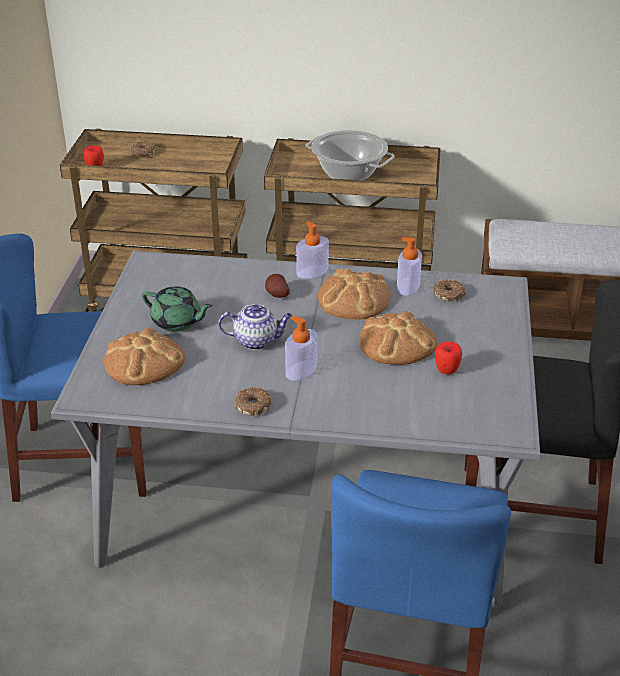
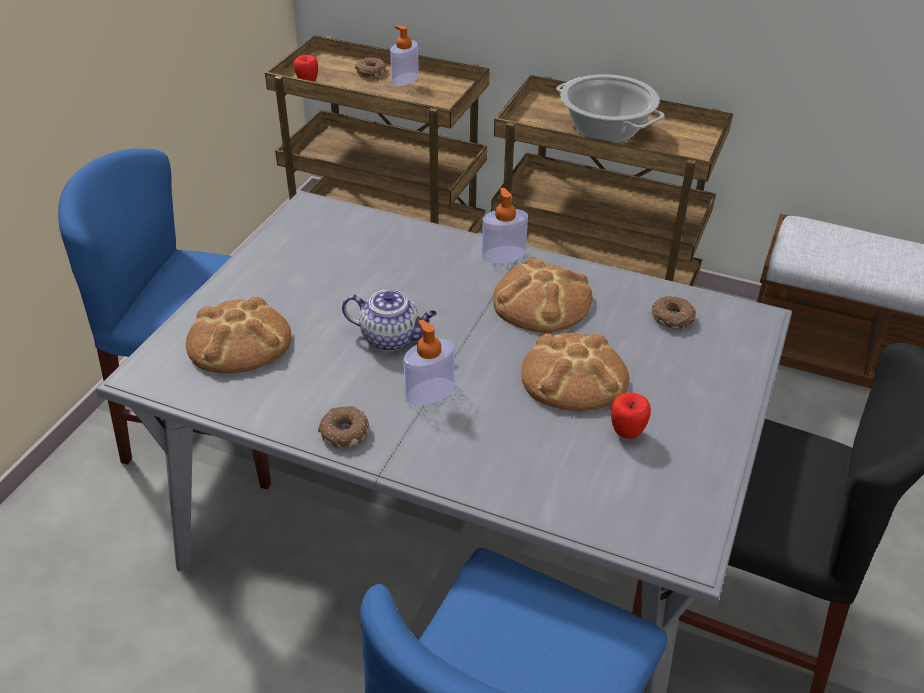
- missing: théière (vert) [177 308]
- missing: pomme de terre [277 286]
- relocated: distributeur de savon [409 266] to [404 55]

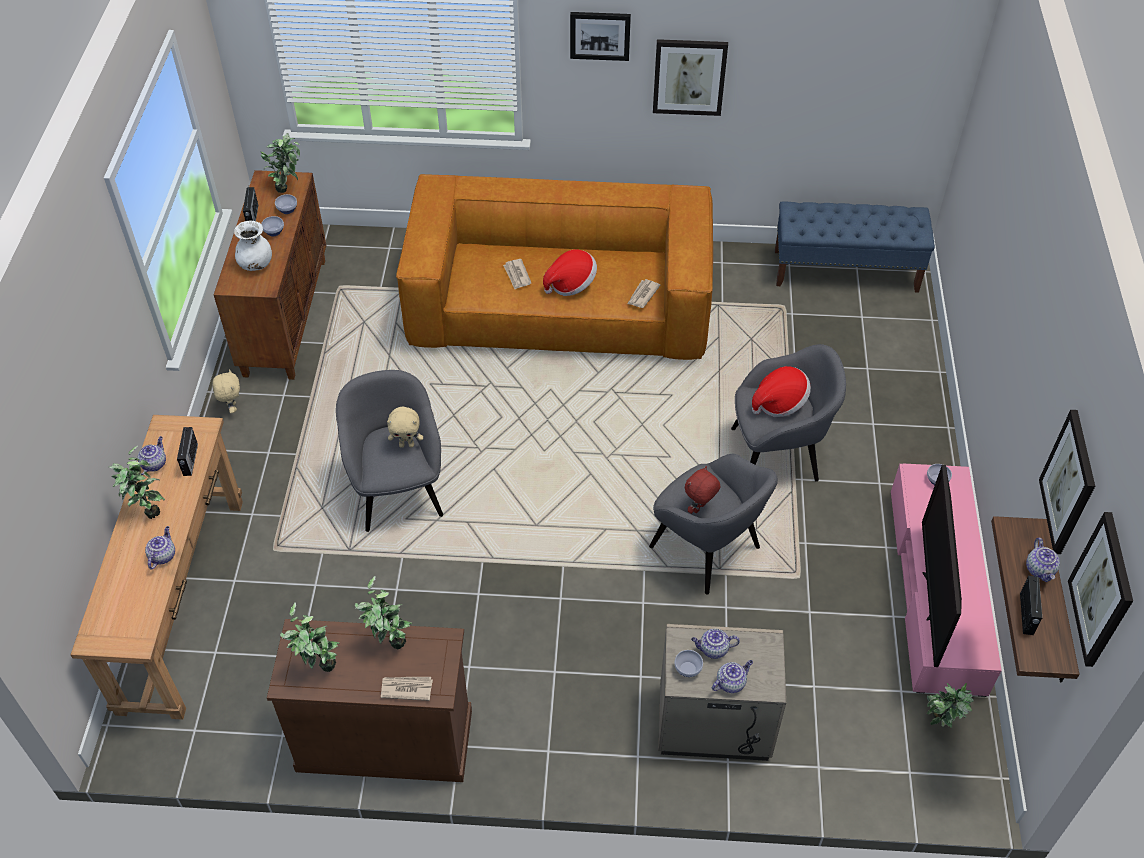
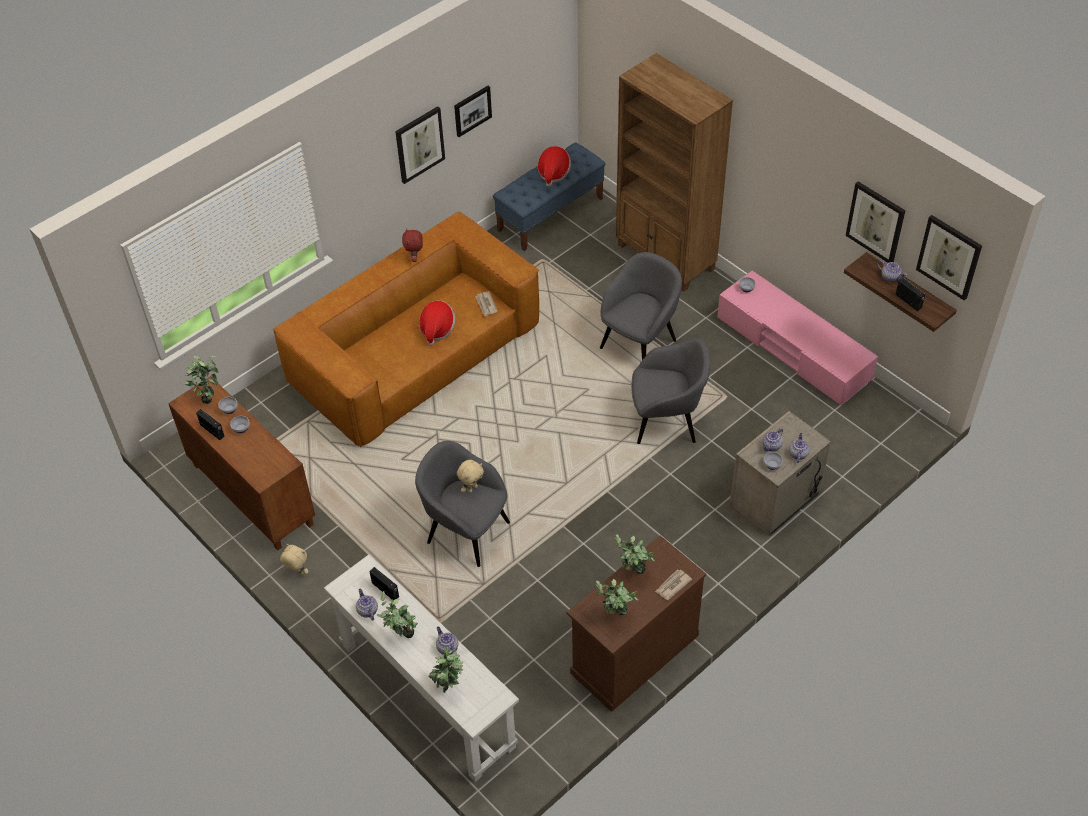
- missing: vase (blanc) [253 246]
- missing: journal [517 274]
- missing: téléviseur [942 566]
- appeared: bibliothèque (marron) [674 172]
- relocated: tableau [600 36] to [473 111]
- relocated: peluche (rouge) [702 490] to [412 245]
- relocated: chapeau [781 391] to [554 166]
- relocated: plante en pot [950 705] to [446 670]
- colour: table console (marron) [156 567] to table console (blanc) [421 668]

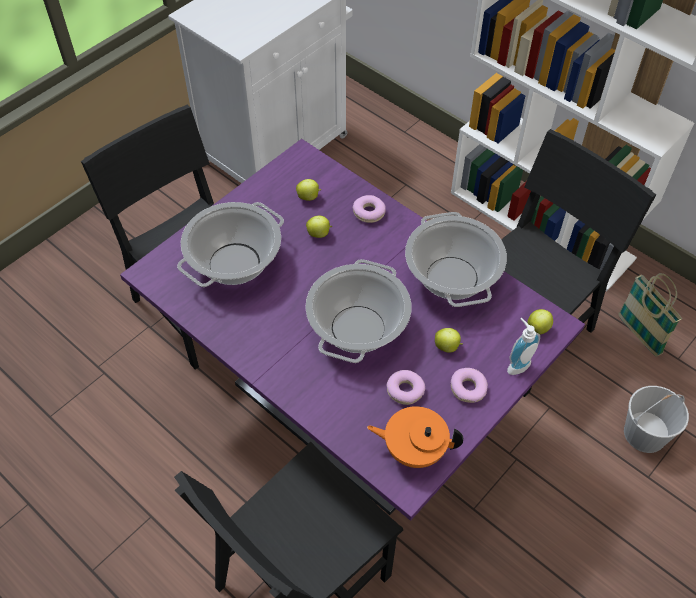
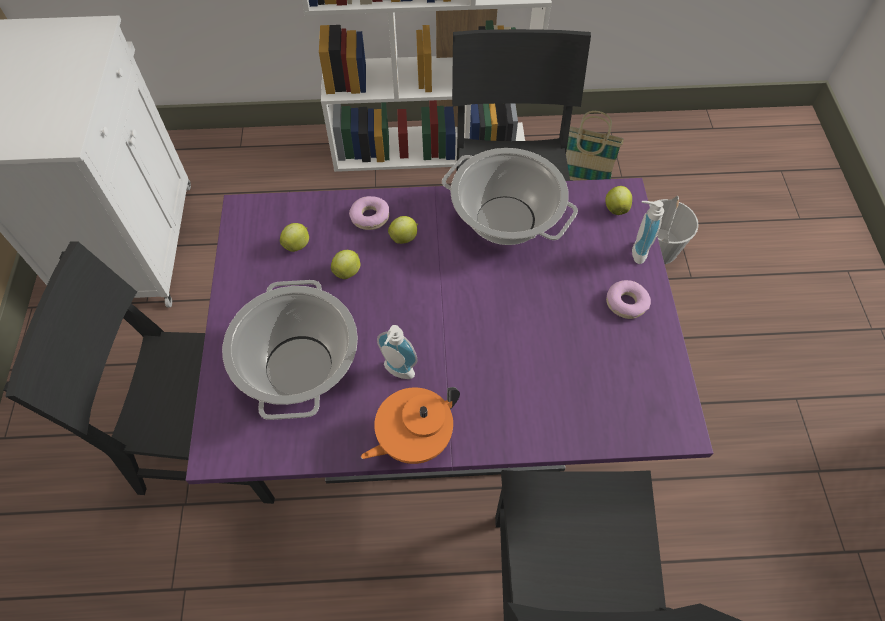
- missing: marmite [358 311]
- missing: beignet [406 387]
- appeared: distributeur de savon [397 352]
- relocated: théière (orange) [415 437] to [410 425]
- relocated: pomme [449 340] to [403 230]

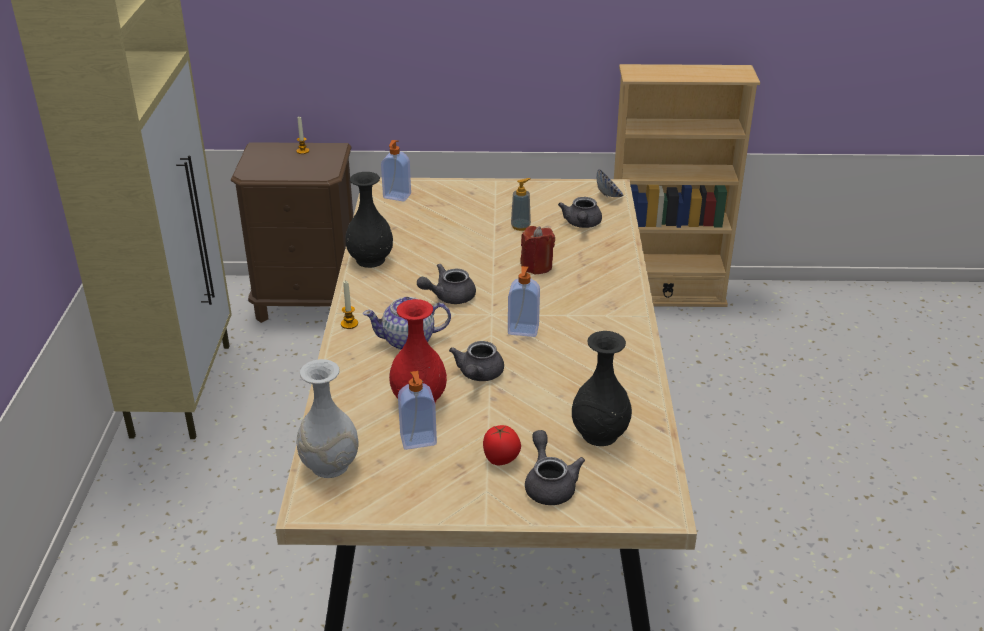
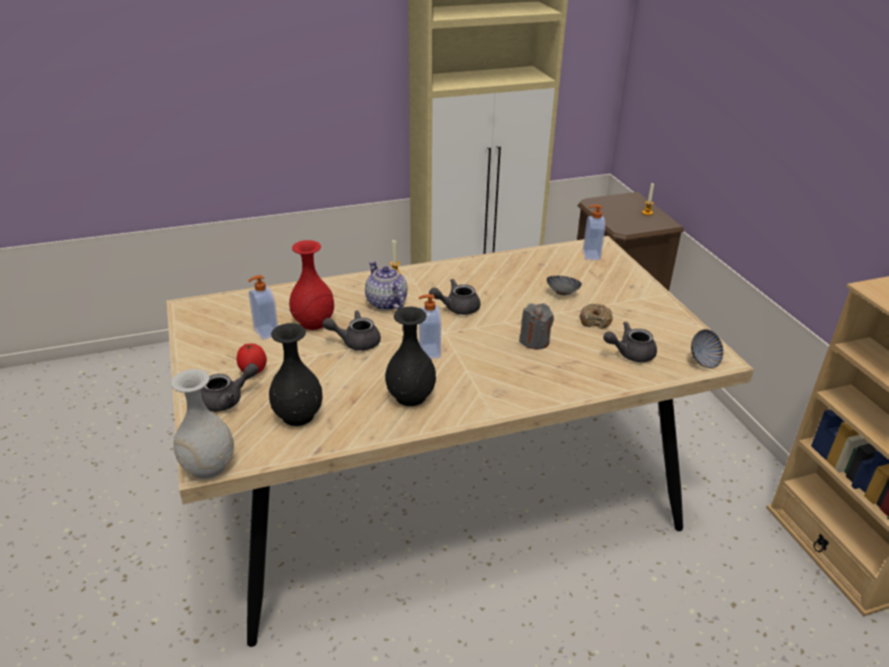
- appeared: bol [564 285]
- relocated: vase (blanc) [328 418] to [202 424]
- relocated: vase (noir) [369 220] to [410 356]
- exchanged: distributeur de savon [521 204] to beignet [596 316]
- colour: bougie (rouge) [537 250] to bougie (gris) [536 326]
- spun: théière (gris) [446 284] = [455 297] 60 degrees counterclockwise

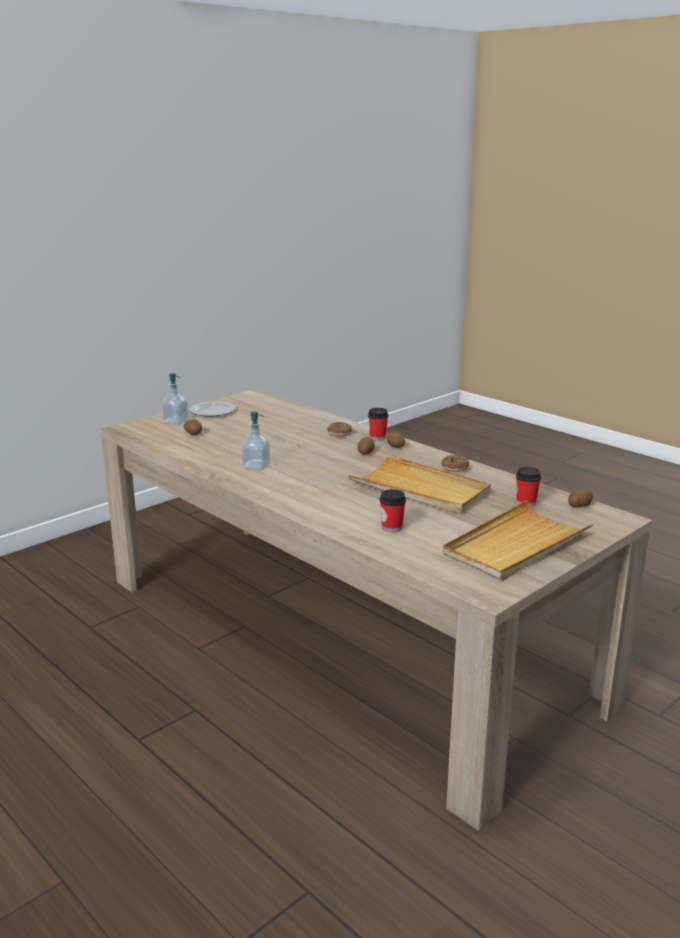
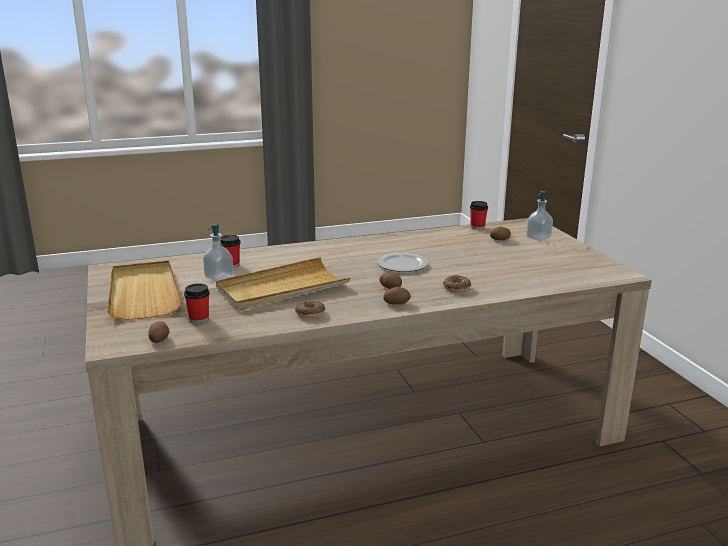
- relocated: assiette [212 409] to [403 262]
- relocated: distributeur de savon [256 441] to [218 252]
- relocated: tasse [378 424] to [479 215]

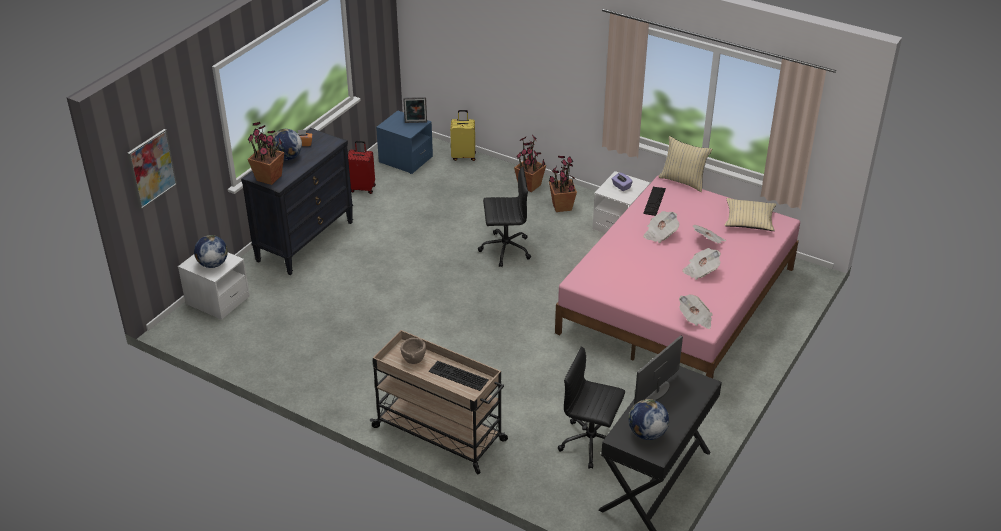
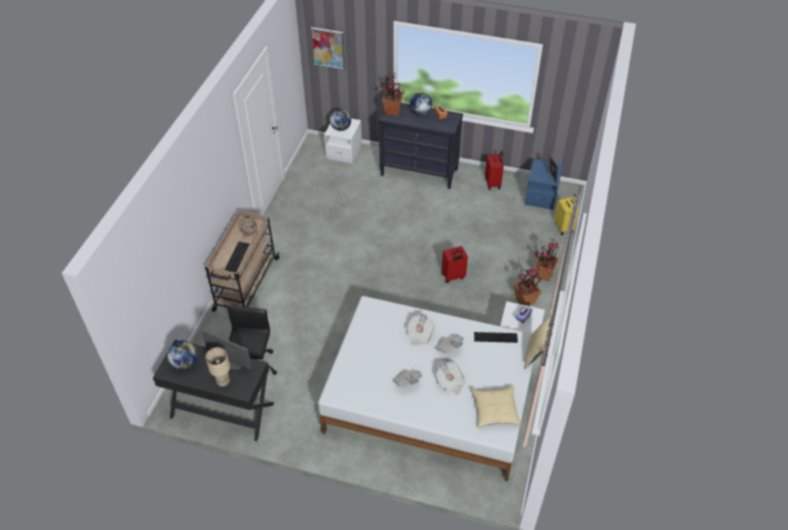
- appeared: lampe de table (beige) [217 367]
- relocated: journal [696 311] to [421 329]
- exchanged: chaise de bureau (noir) [504 217] to valise (rouge) [454 264]
- colour: lit (rose) [677 276] to lit (blanc) [426 388]

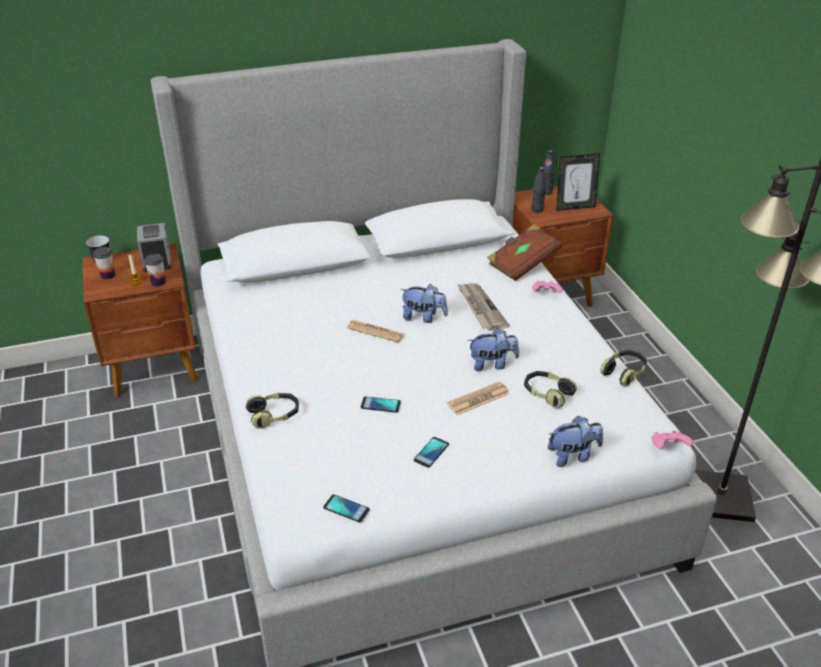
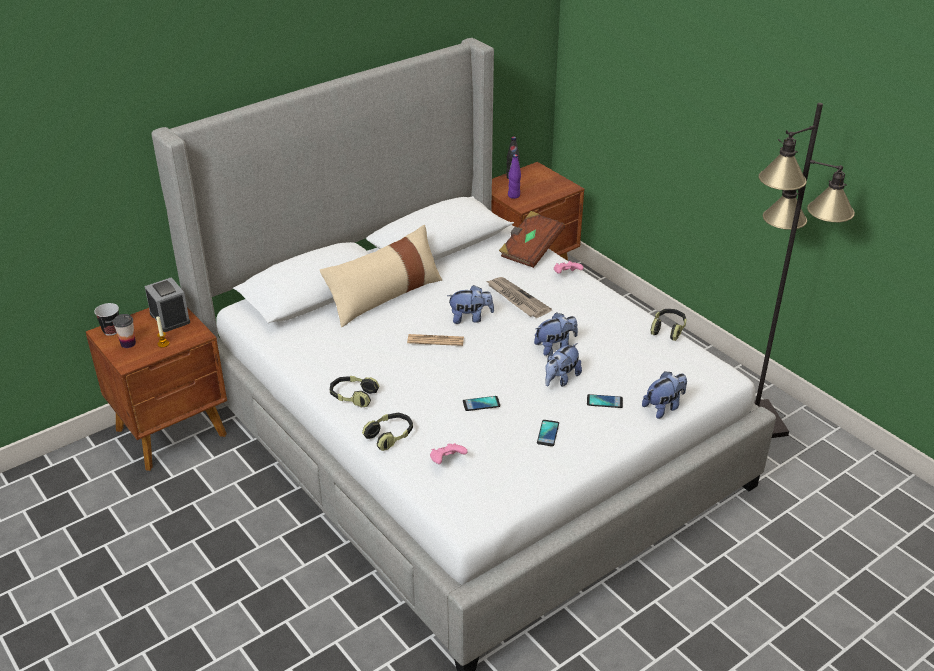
- missing: tasse [154 270]
- missing: cadre photo [578 182]
- appeared: coussin (beige) [381 276]
- relocated: téléphone [346 508] to [605 401]
- relocated: casque audio [550 389] to [354 391]
- relocated: manette (rose) [672 440] to [449 453]
- exchanged: journal [478 398] to peluche [563 365]
- colour: bouteille (noir) [538 189] to bouteille (violet) [514 176]

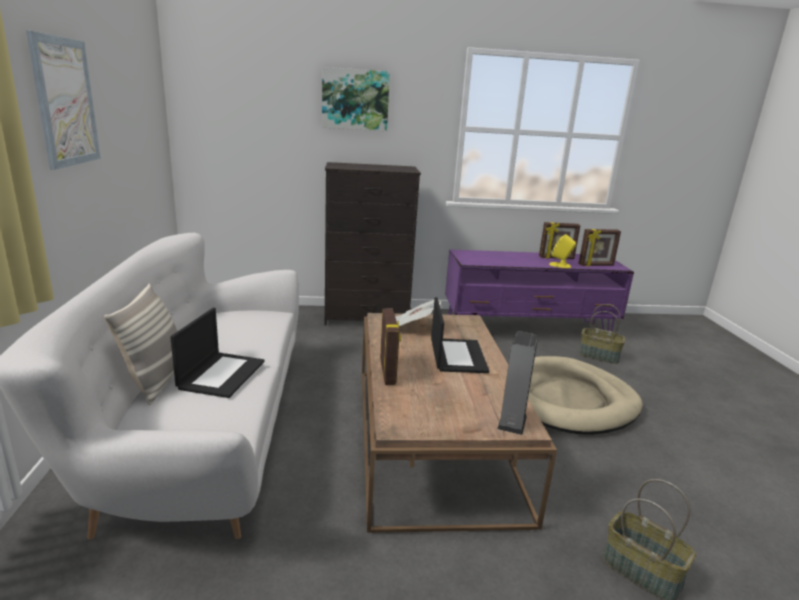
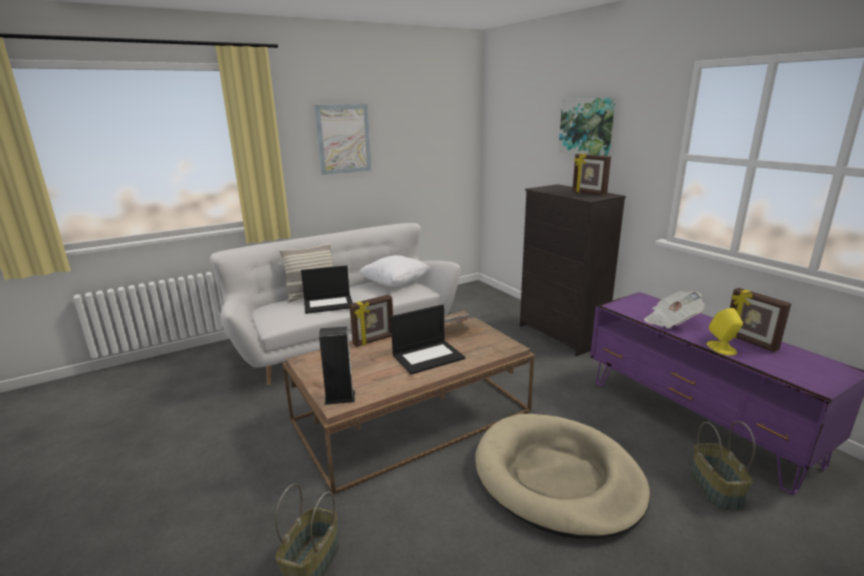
- appeared: coussin (blanc) [395 271]
- appeared: journal [674 309]
- relocated: cadre photo [599 247] to [591 174]

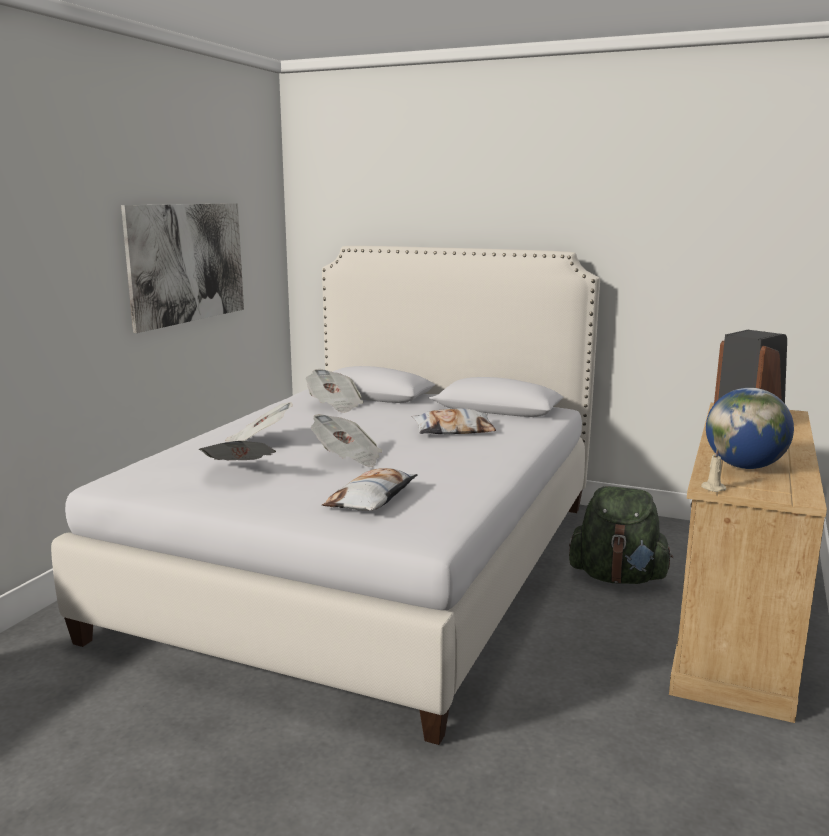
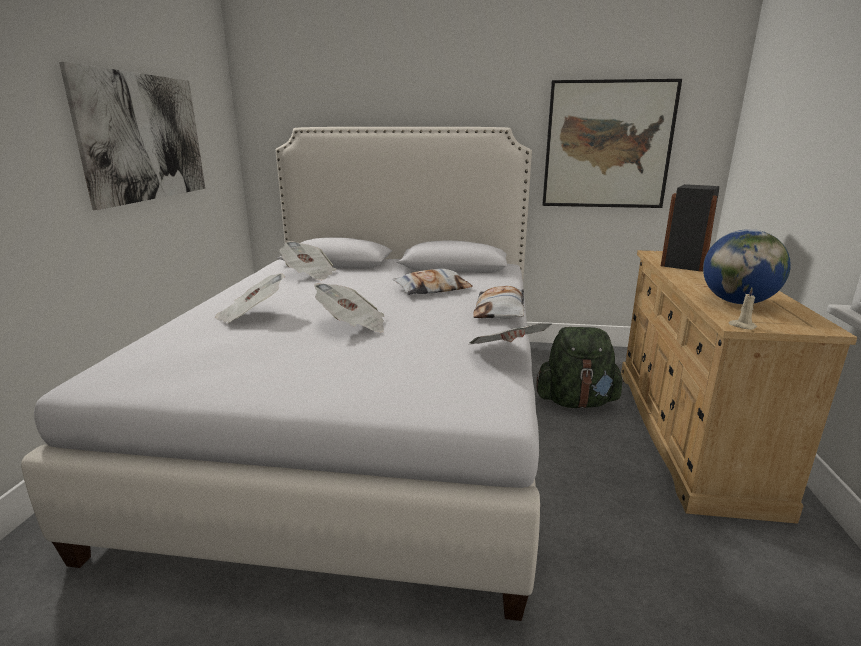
- appeared: tableau [612 143]
- relocated: journal [237 450] to [511 333]
- relocated: coussin [370 489] to [499 302]

